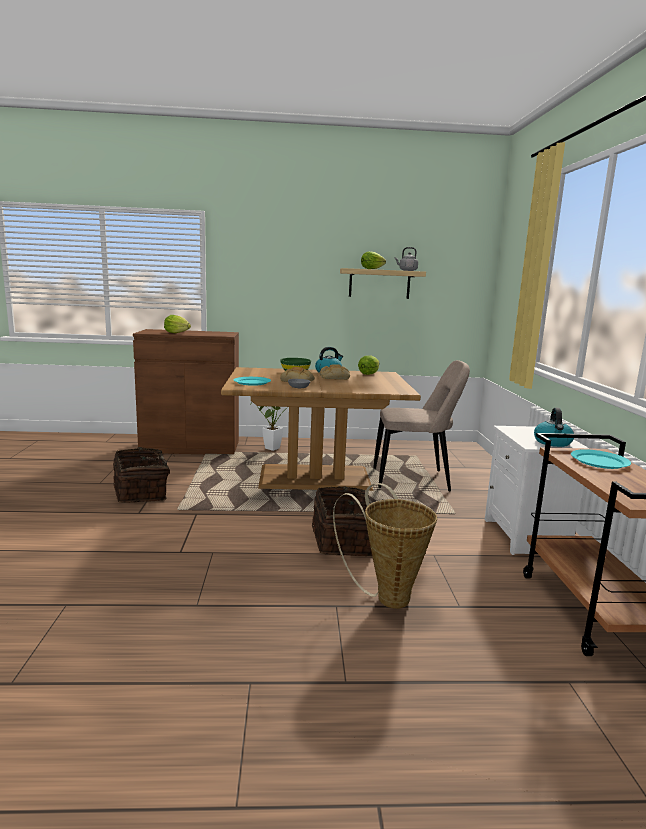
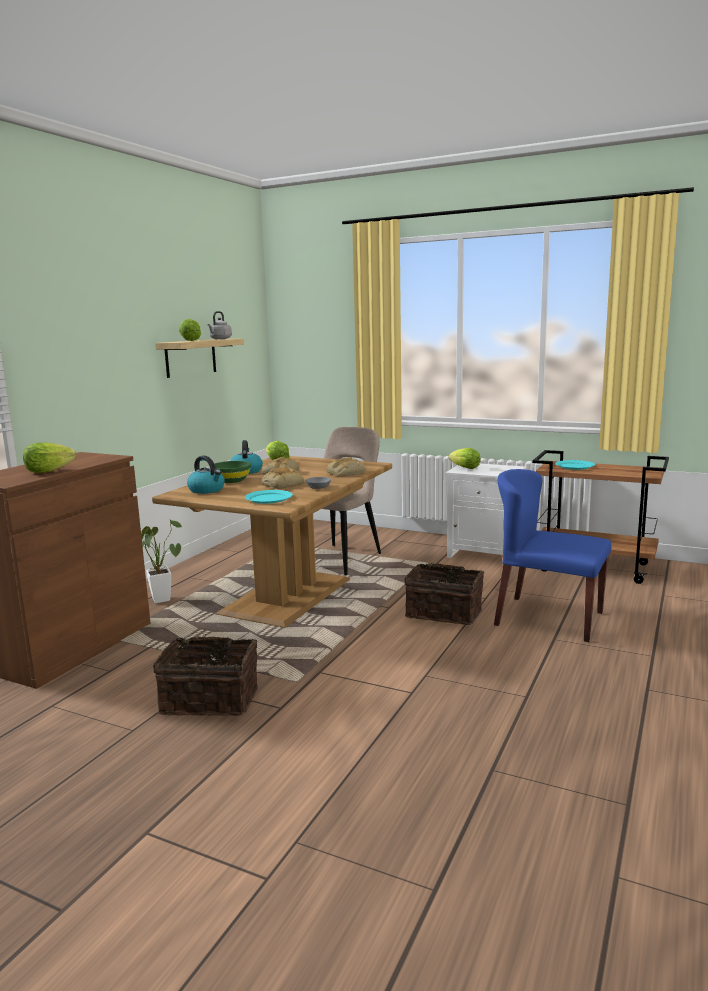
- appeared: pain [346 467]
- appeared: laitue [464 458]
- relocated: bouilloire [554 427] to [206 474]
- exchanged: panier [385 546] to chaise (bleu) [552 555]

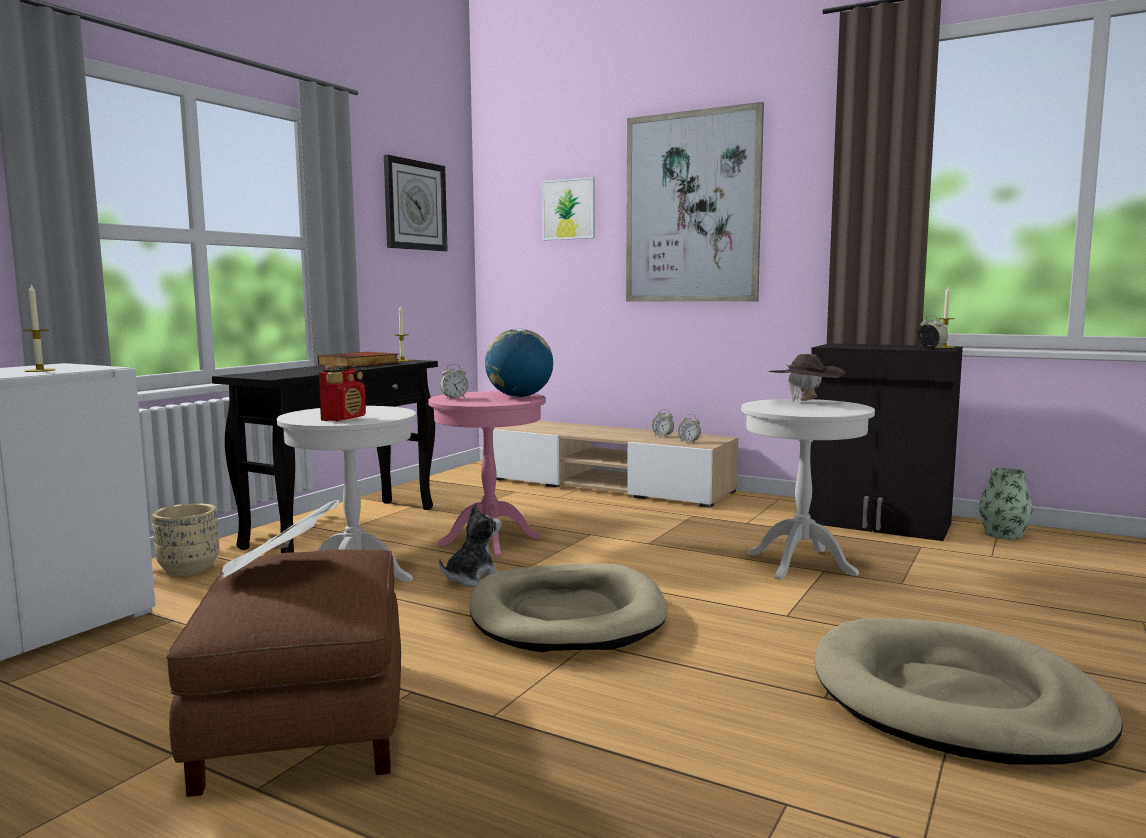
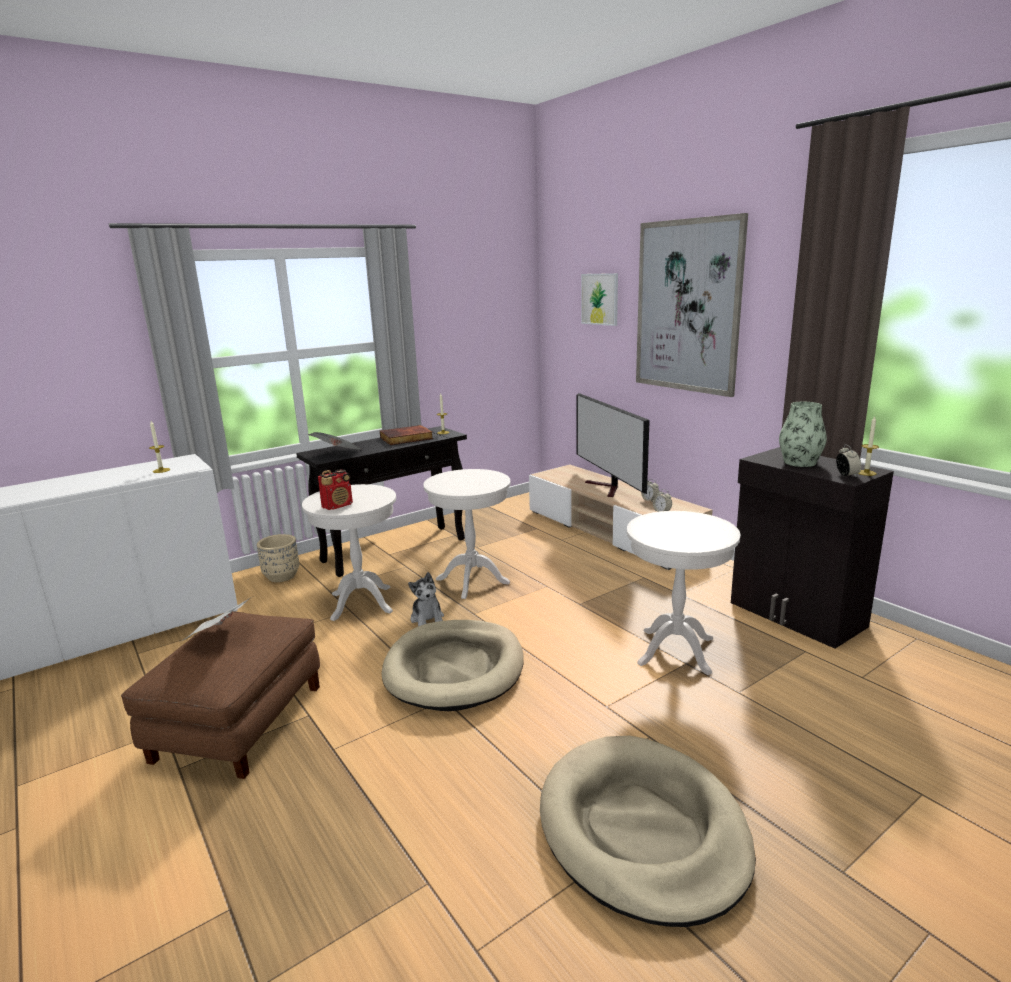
- missing: horloge murale [416 203]
- missing: réveil [455 381]
- missing: globe [519 363]
- missing: chapeau (marron) [807 378]
- appeared: journal [334 440]
- appeared: téléviseur [613 445]
- relocated: vase [1006 504] to [803 434]
- colour: table d'appoint (rose) [487 474] to table d'appoint (blanc) [467 534]
- spun: peluche [470 545] = [426 599] 90 degrees clockwise

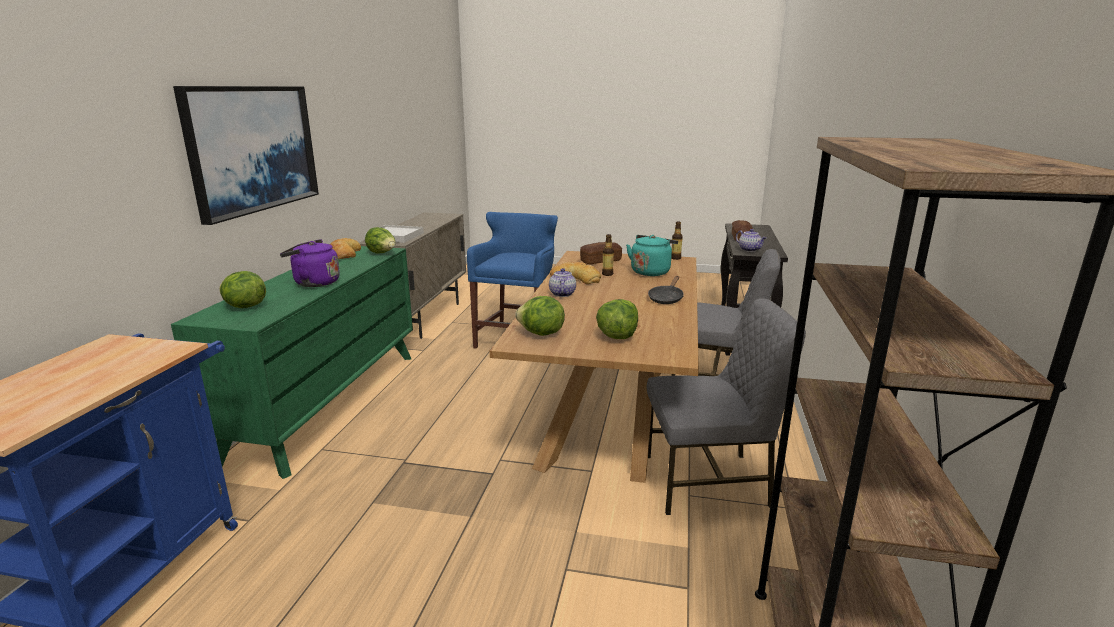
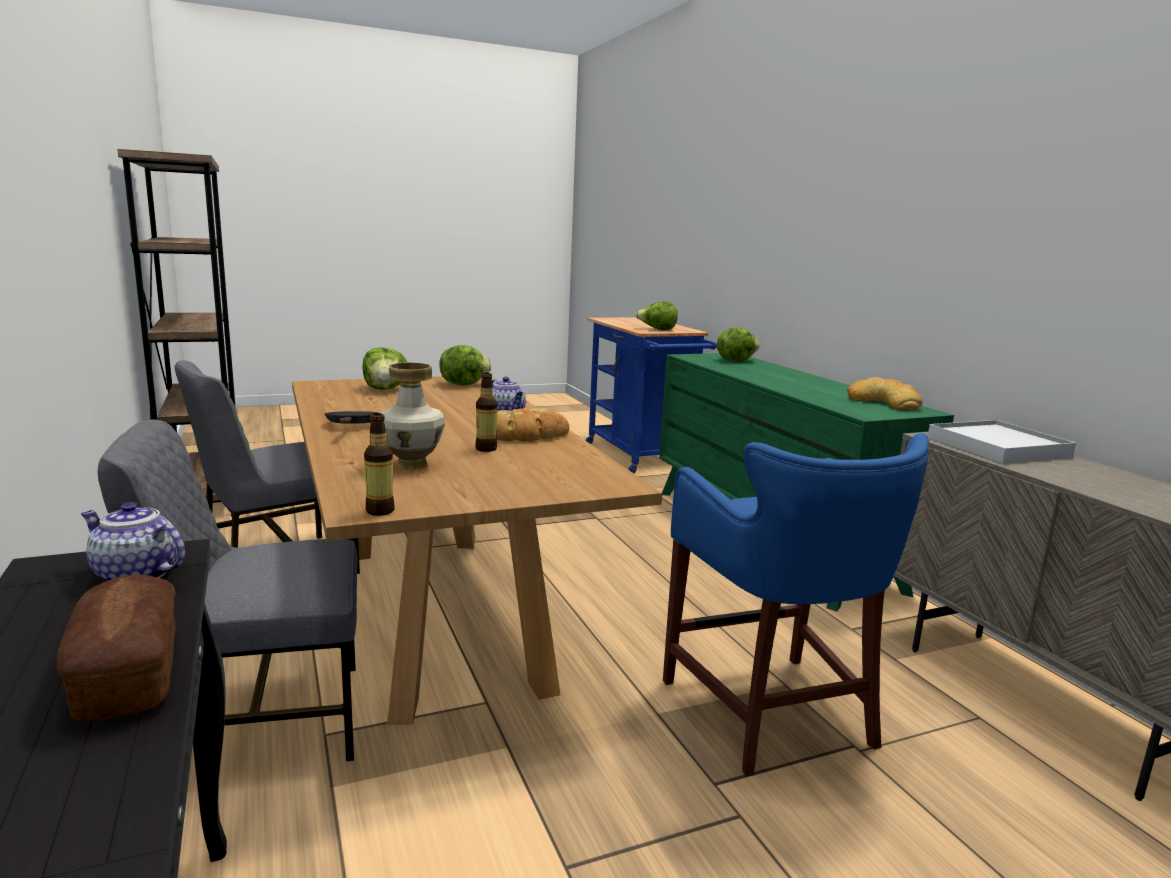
- missing: tableau [246 155]
- missing: bouilloire (violet) [310 263]
- missing: pain [601 253]
- relocated: laitue [380 240] to [657 315]
- exchanged: bouilloire (turquoise) [652 255] to vase [412 416]

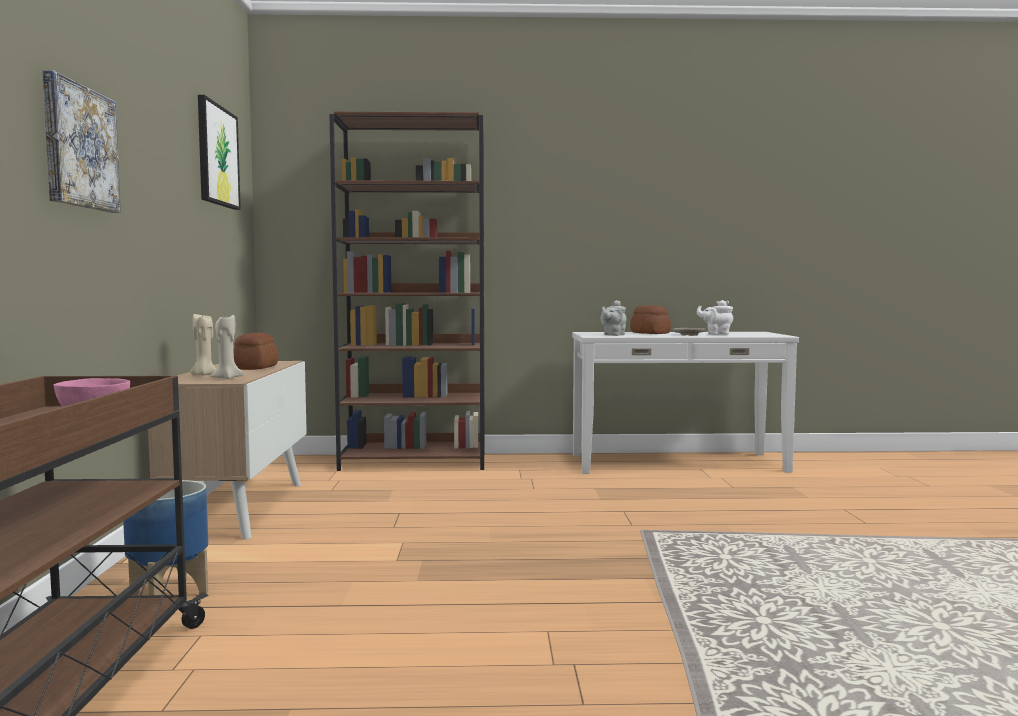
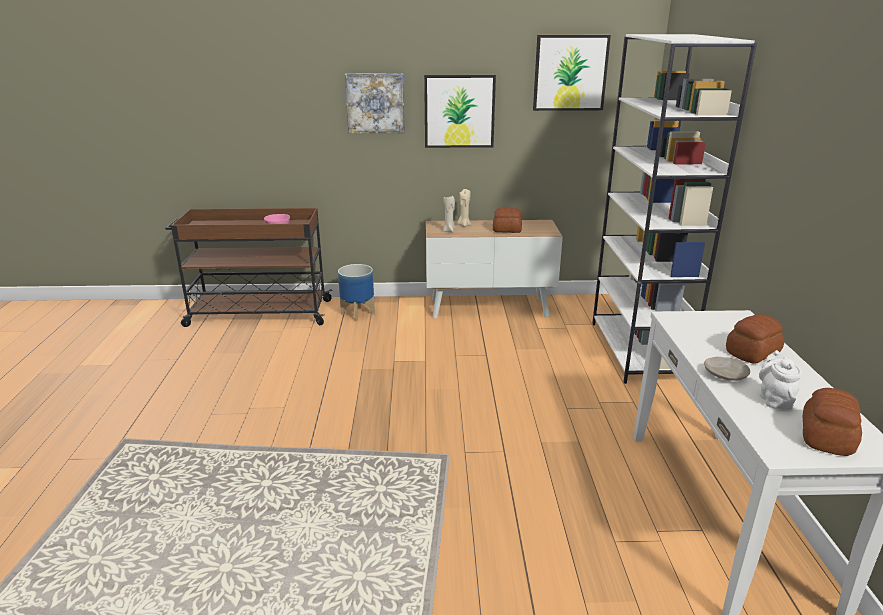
- missing: théière (gris) [613 318]
- appeared: tableau [460 111]
- appeared: pain [832 422]
- colour: bibliothèque (marron) [407 291] to bibliothèque (blanc) [674 209]

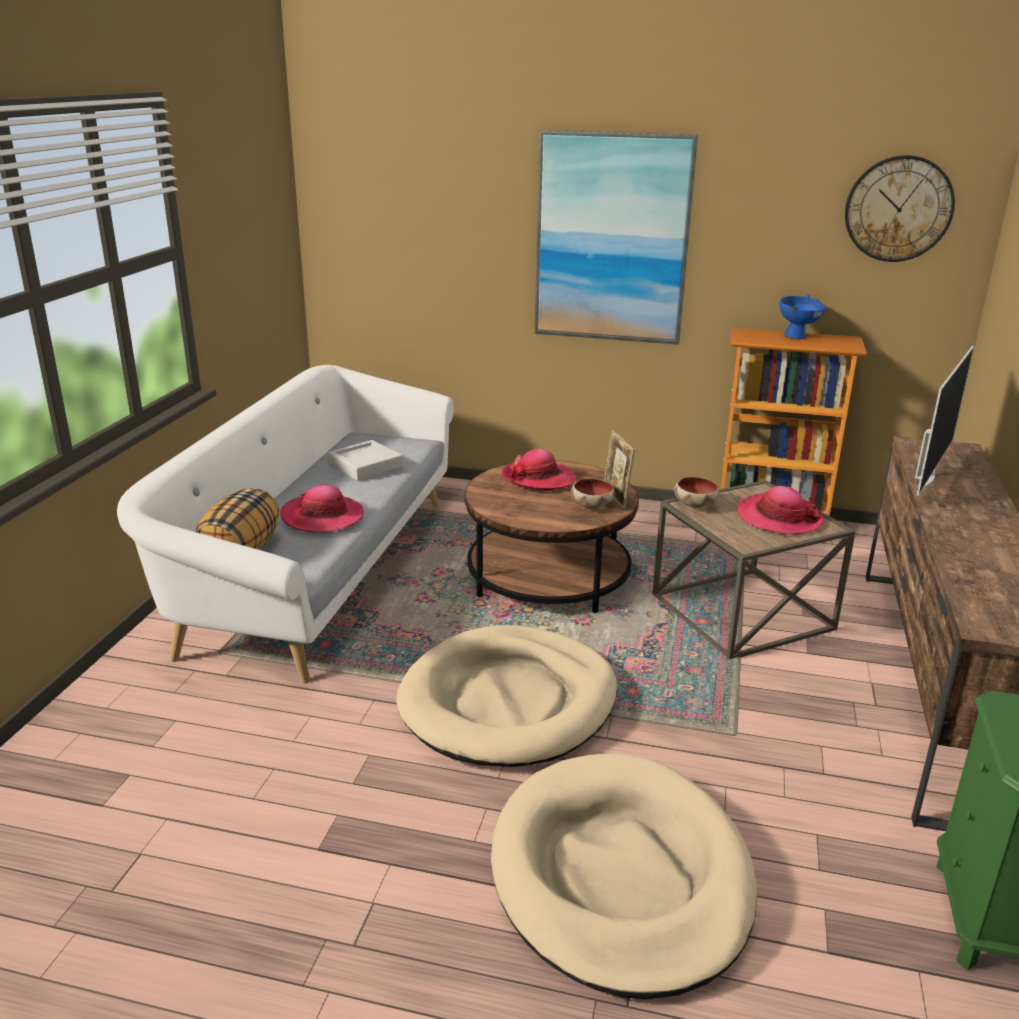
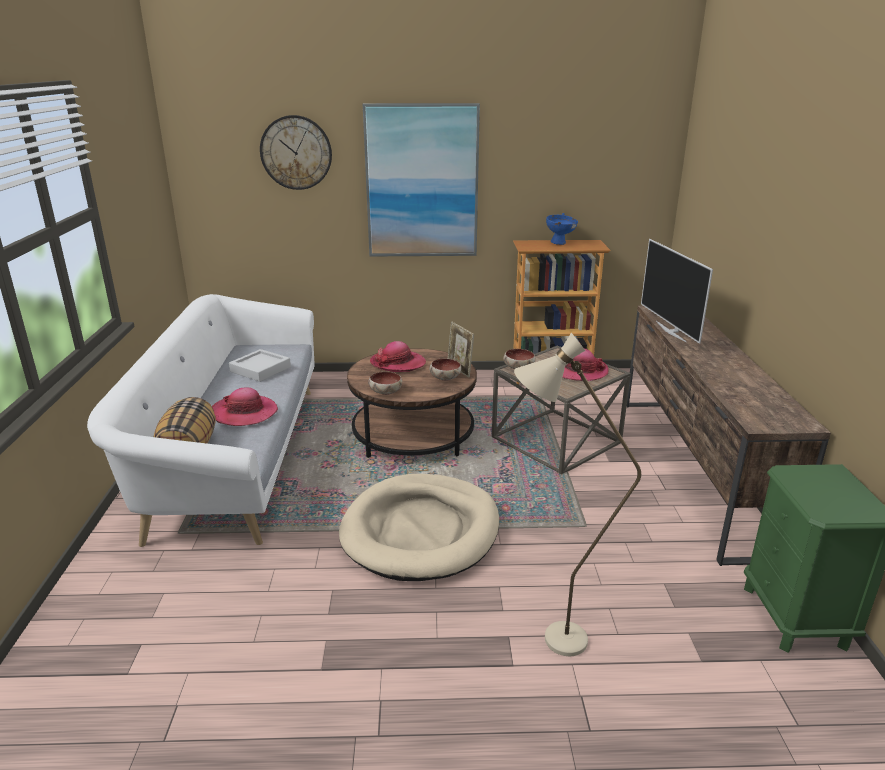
- appeared: bol [385 383]
- relocated: horloge murale [900 208] to [296 152]
- exchanged: panier pour chien (beige) [624 876] to lampadaire (beige) [577 494]
- spun: téléviseur [944 421] = [677 291] 150 degrees clockwise

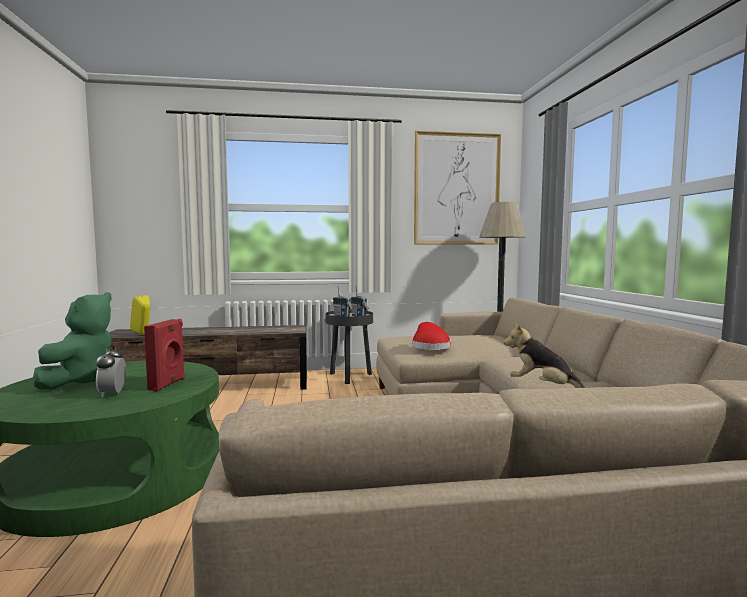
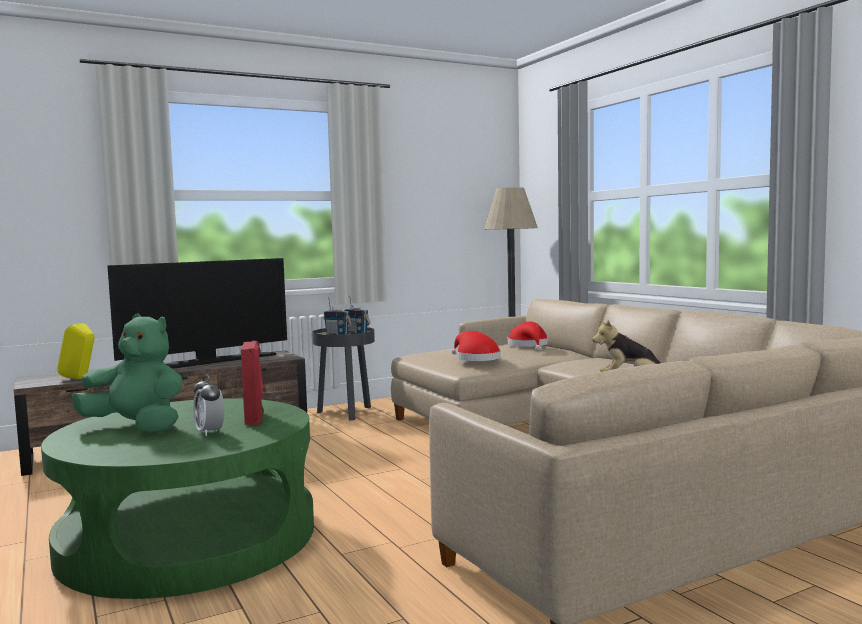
- missing: tableau [457 188]
- appeared: téléviseur [197 313]
- appeared: chapeau (rouge) [527 336]
- spun: peluche (vert) [72 340] = [127 372] 60 degrees counterclockwise

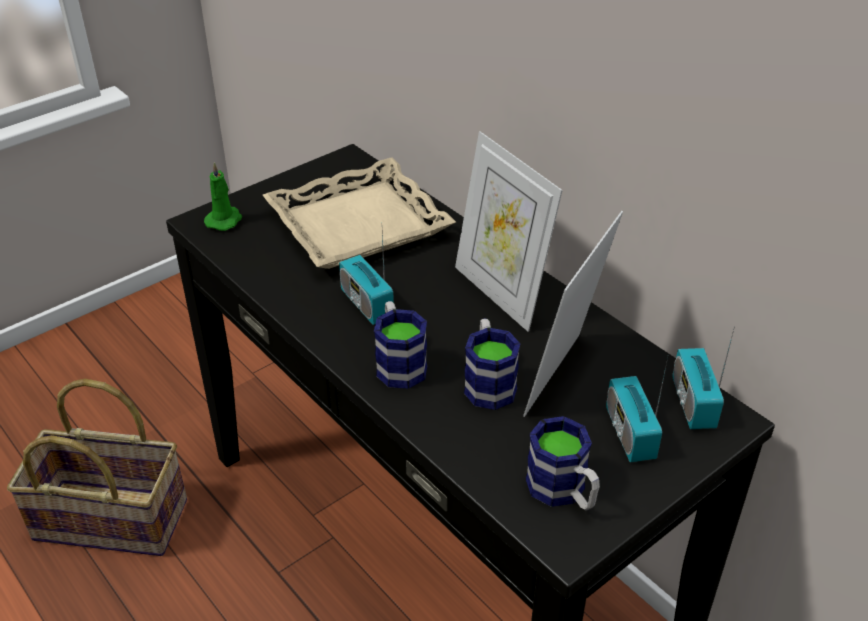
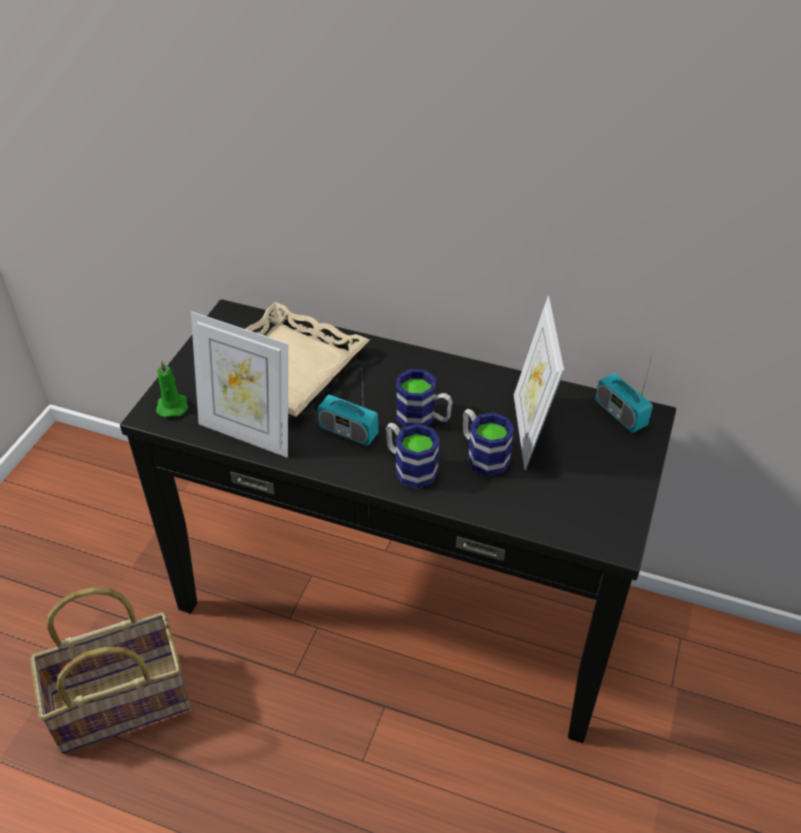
- missing: radio [637 410]
- relocated: cadre photo [509 231] to [239 384]
- relocated: mug [562 463] to [424 398]

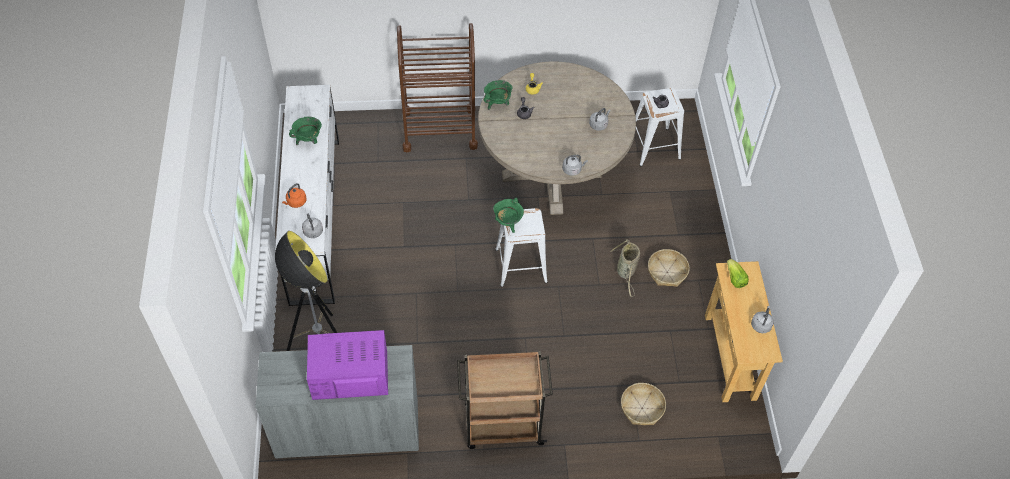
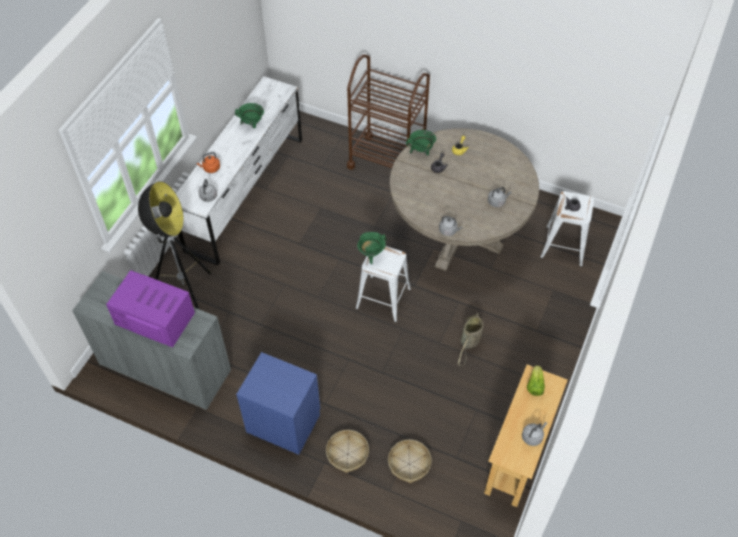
- relocated: panier [668 268] to [347 451]
- exchanged: chariot (marron) [505 400] to table de chevet (bleu) [278 403]

